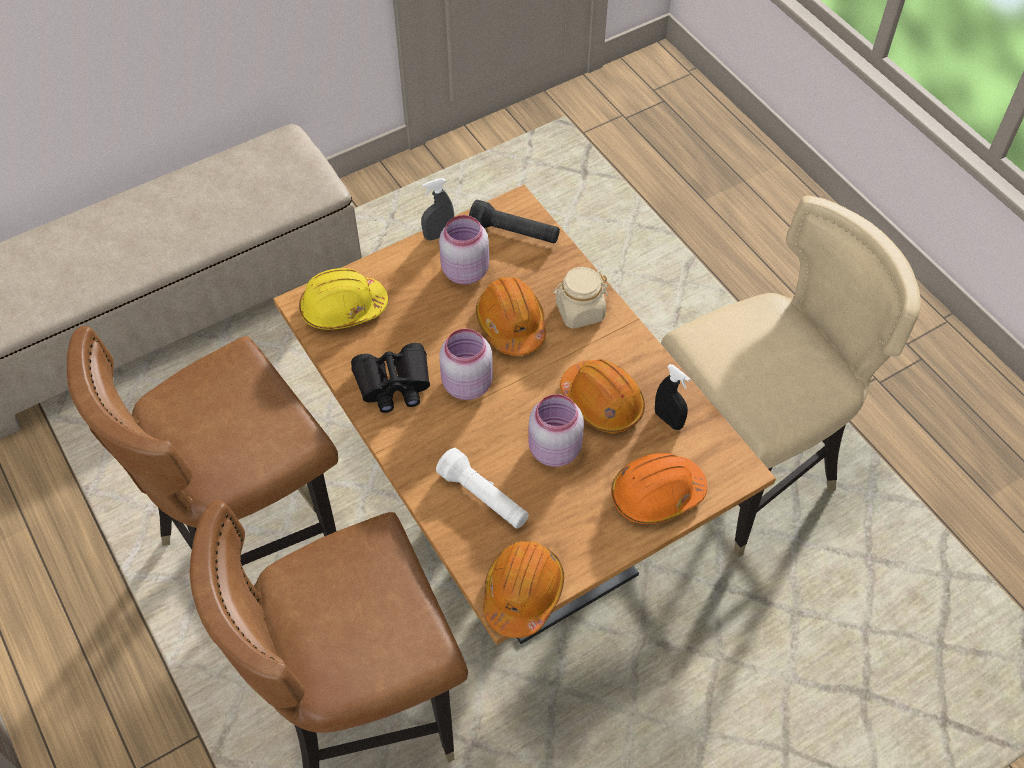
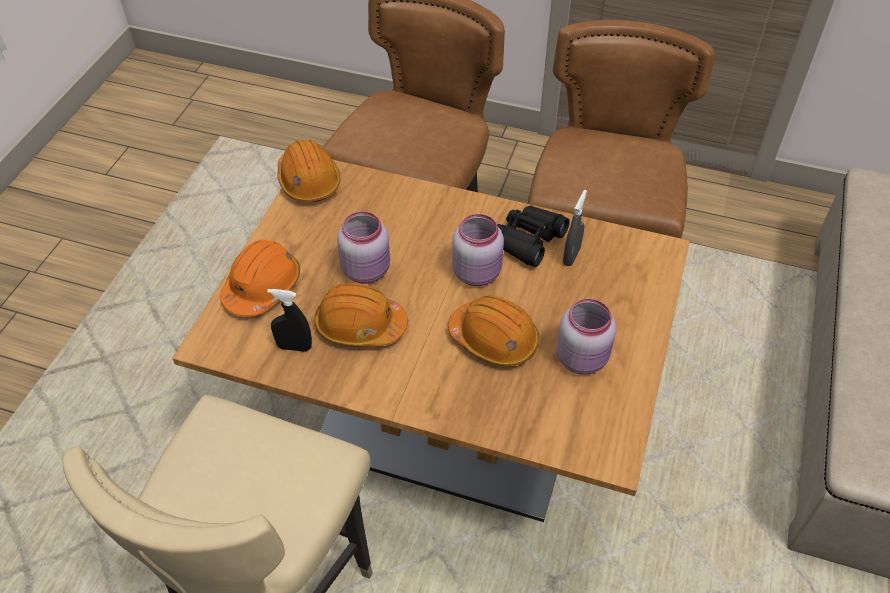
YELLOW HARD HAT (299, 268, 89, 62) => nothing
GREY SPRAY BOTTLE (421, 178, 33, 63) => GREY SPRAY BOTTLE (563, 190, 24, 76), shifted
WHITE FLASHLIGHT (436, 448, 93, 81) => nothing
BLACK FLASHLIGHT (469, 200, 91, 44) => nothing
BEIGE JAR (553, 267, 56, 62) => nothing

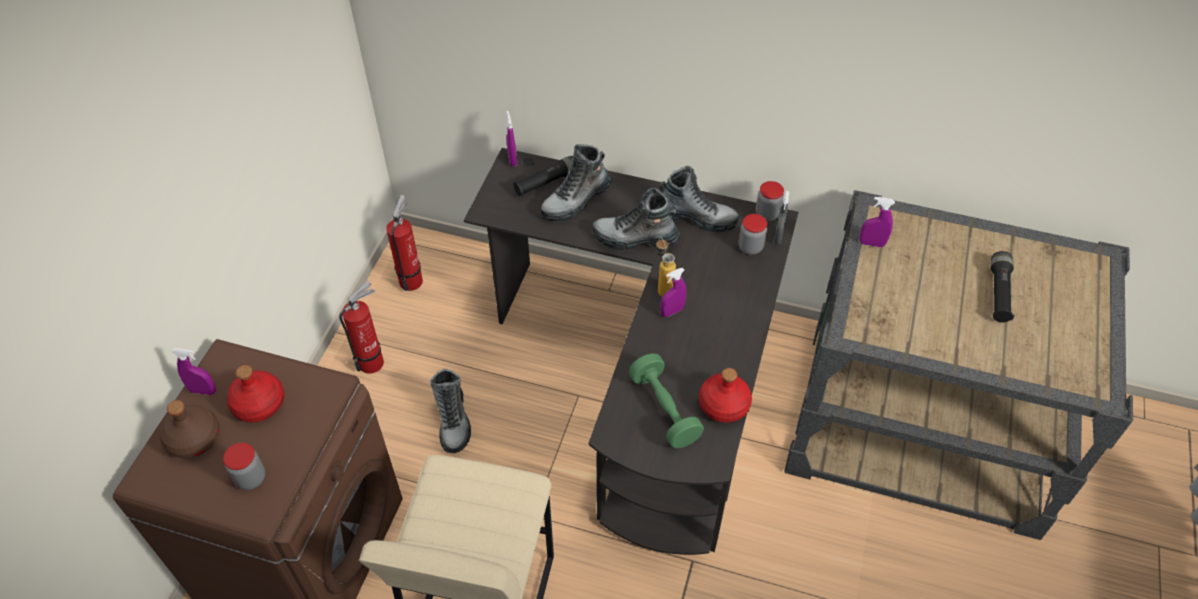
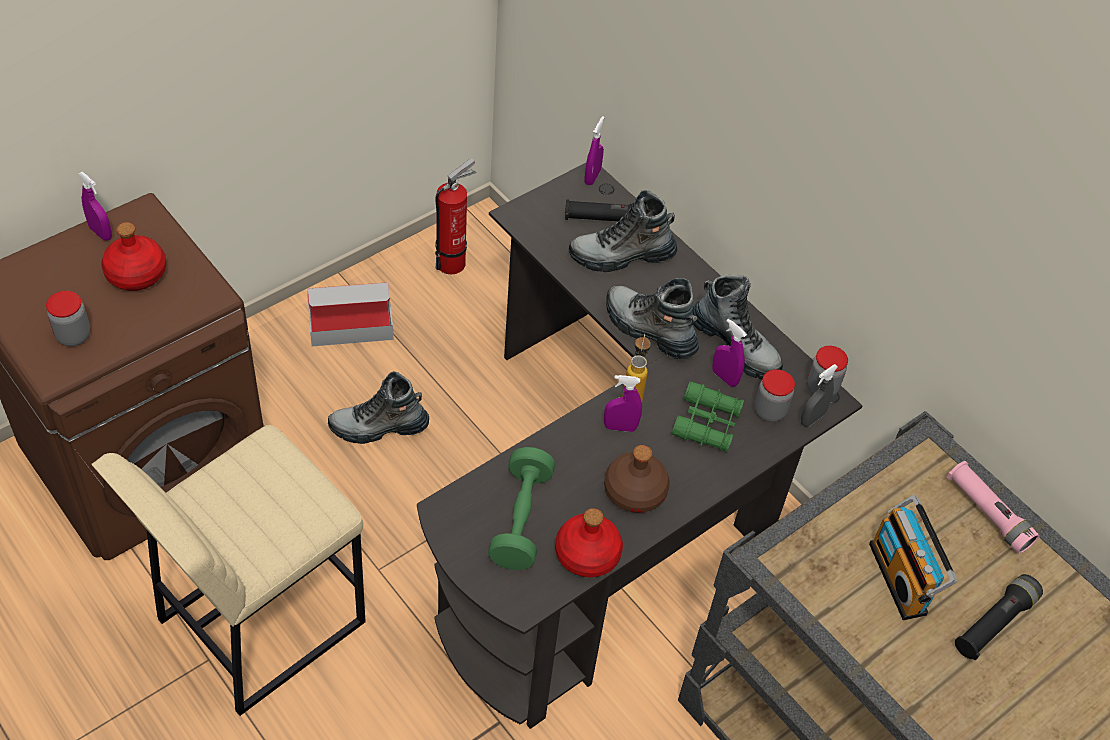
BROWN BOTTLE (160, 400, 60, 58) => BROWN BOTTLE (604, 445, 66, 68), shifted
FIRE EXTINGUISHER (339, 281, 45, 93) => CARDBOARD BOX (307, 282, 86, 64)
BOOT (430, 369, 41, 84) => BOOT (328, 371, 101, 73), 60 degrees clockwise
PURPLE SPRAY BOTTLE (860, 197, 35, 50) => PURPLE SPRAY BOTTLE (712, 319, 35, 68), shifted
nothing => GREEN BINOCULARS (672, 381, 72, 72)
nothing => RADIO (869, 495, 88, 125)
nothing => PINK FLASHLIGHT (947, 461, 93, 92)

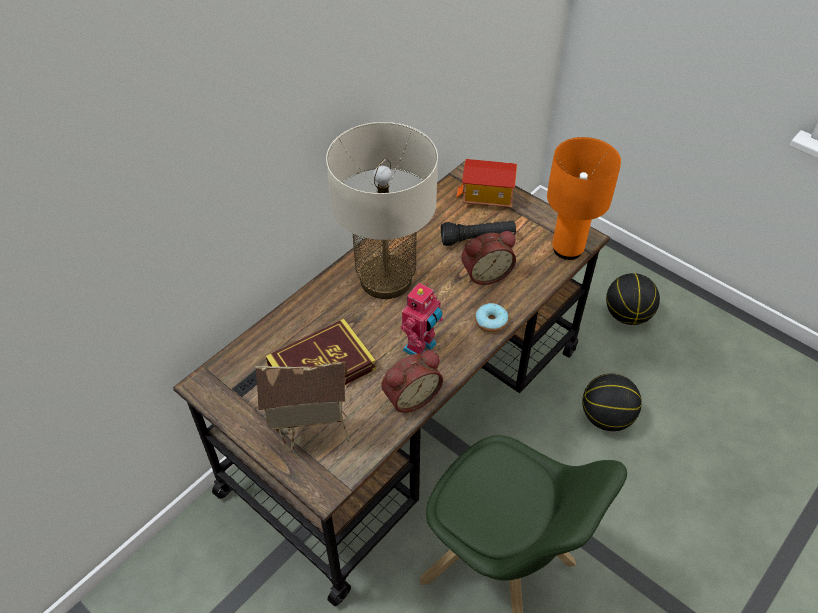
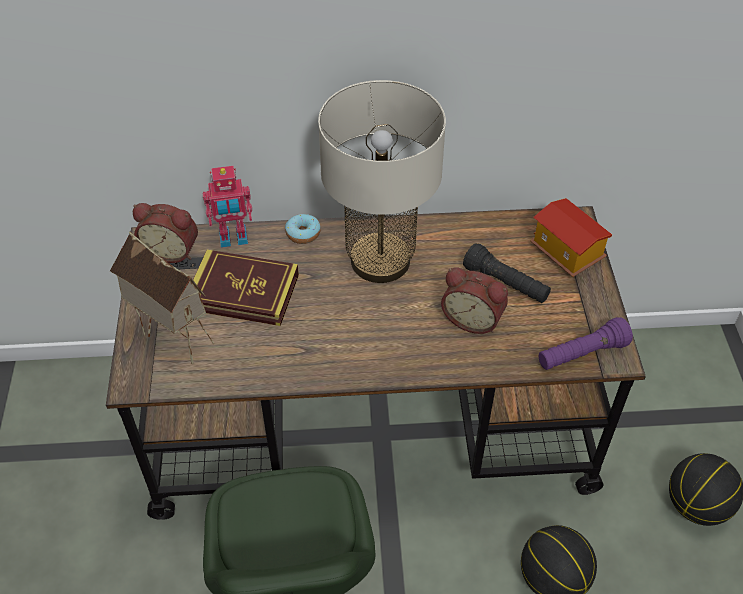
ALARM CLOCK (381, 350, 62, 63) => ALARM CLOCK (133, 203, 65, 60), shifted
TOY ROBOT (401, 283, 42, 72) => TOY ROBOT (203, 166, 49, 82), shifted
DONUT (475, 303, 33, 30) => DONUT (285, 214, 36, 30), shifted
ORANGE TABLE LAMP (547, 137, 74, 123) => PURPLE FLASHLIGHT (539, 317, 94, 53)

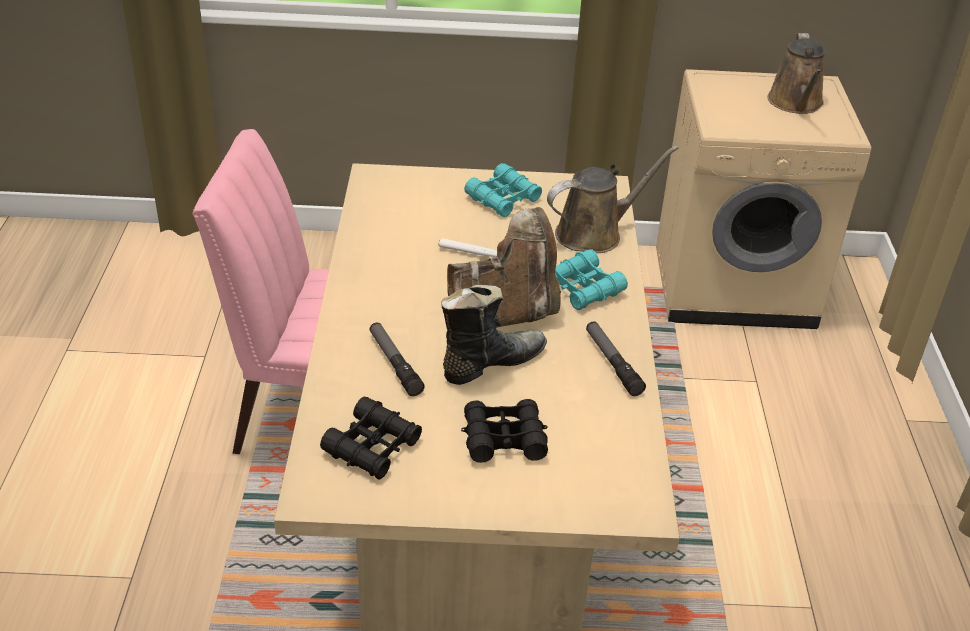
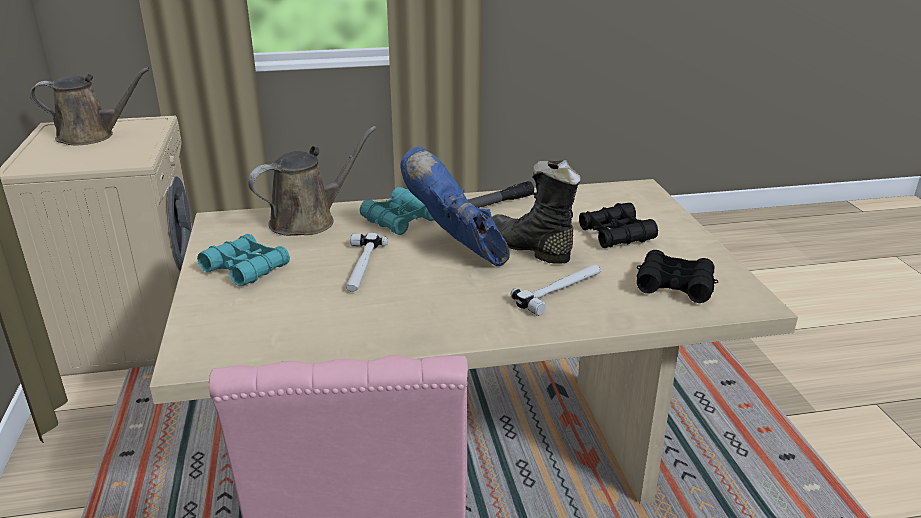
FLASHLIGHT (370, 323, 55, 73) => HAMMER (510, 265, 91, 51)
BROWN BOOT (447, 207, 114, 121) => BLUE BOOT (400, 147, 110, 119)
BROWN WATERING CAN (547, 145, 132, 108) => BROWN WATERING CAN (248, 126, 128, 110), 90 degrees clockwise

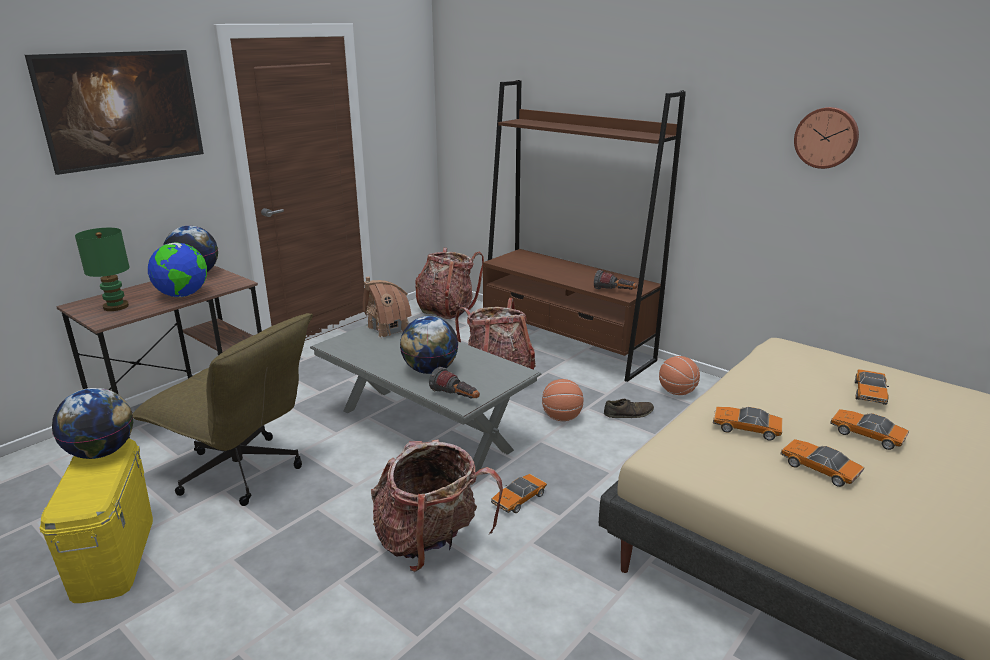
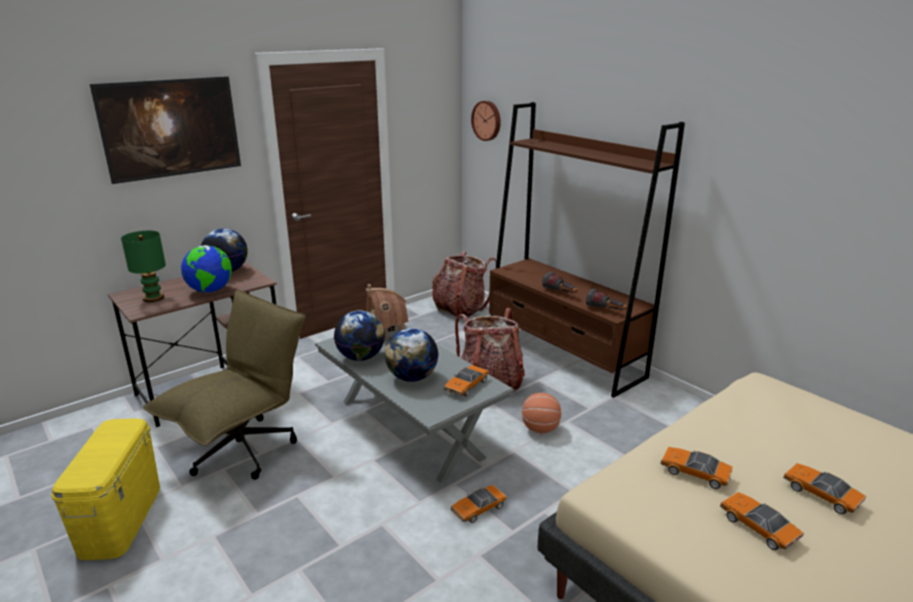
GLOBE (52, 388, 81, 71) => GLOBE (334, 310, 51, 51), shifted
BEIGE OFFICE CHAIR (132, 313, 181, 193) => BEIGE OFFICE CHAIR (143, 290, 163, 190), 90 degrees counterclockwise
BACKPACK (371, 439, 132, 133) => nothing
FLASHLIGHT (429, 367, 51, 31) => FLASHLIGHT (542, 272, 36, 21), shifted
BROWN SHOE (604, 399, 50, 19) => nothing
BASKETBALL (659, 356, 41, 39) => nothing
WALL CLOCK (794, 107, 65, 62) => WALL CLOCK (471, 101, 30, 40), shifted
TOY CAR (855, 369, 34, 36) => TOY CAR (444, 365, 45, 32), shifted

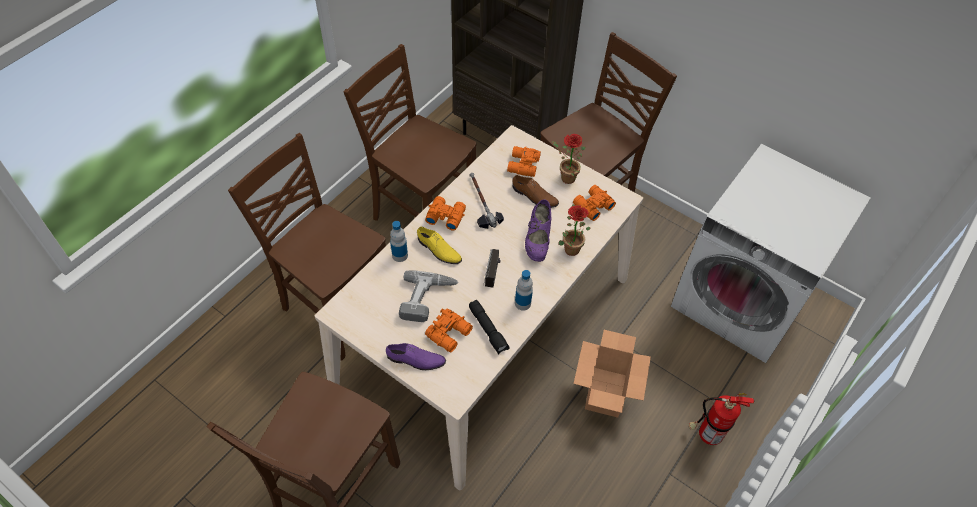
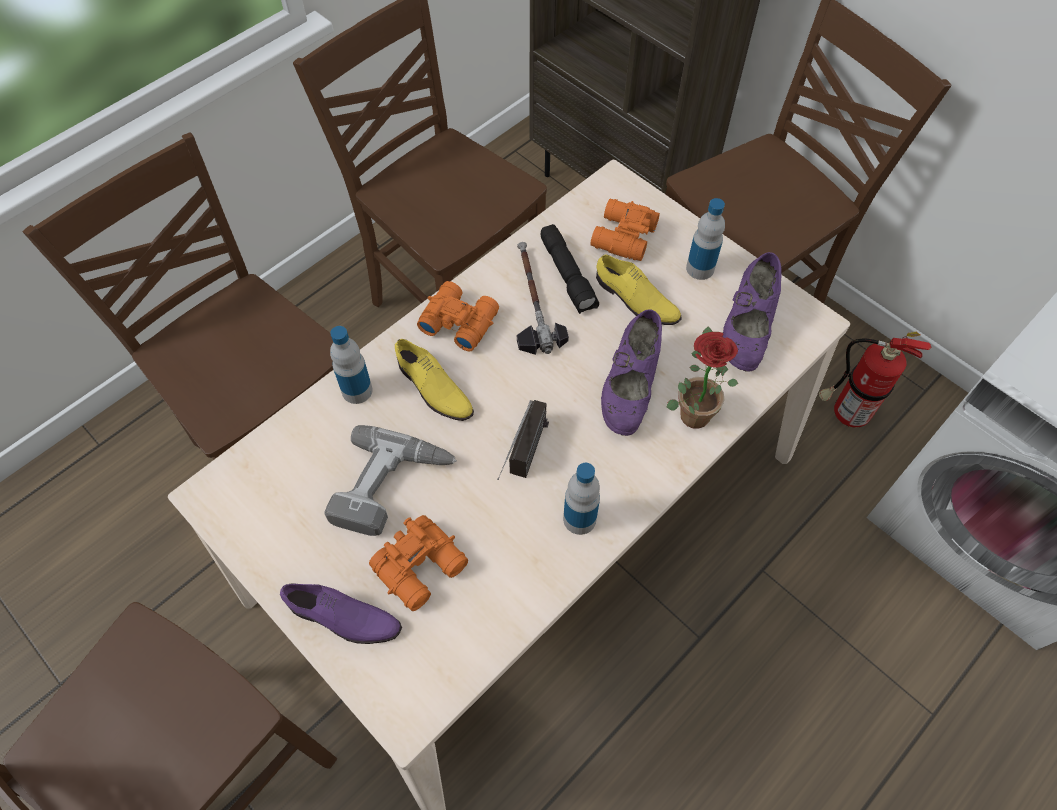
BLACK FLASHLIGHT (469, 300, 41, 54) => BLACK FLASHLIGHT (541, 224, 58, 90), shifted
BROWN SHOE (512, 175, 47, 33) => YELLOW SHOE (596, 254, 86, 71)
POTTED PLANT (552, 134, 34, 50) => BOTTLE (686, 198, 39, 82)
ORANGE BINOCULARS (573, 185, 43, 36) => PURPLE SHOE (722, 252, 60, 120)
CARDBOARD BOX (573, 330, 78, 88) => nothing
FIRE EXTINGUISHER (688, 393, 66, 52) => FIRE EXTINGUISHER (819, 332, 112, 96), shifted

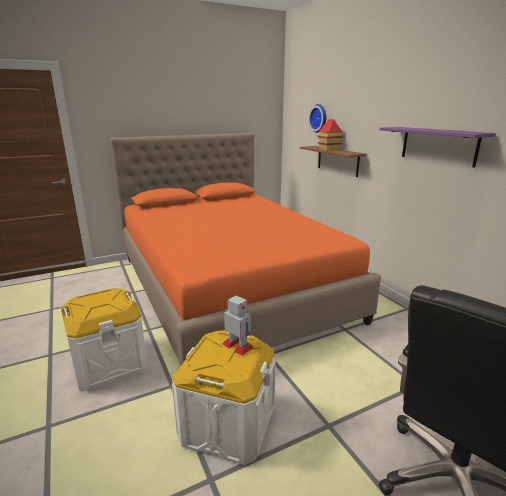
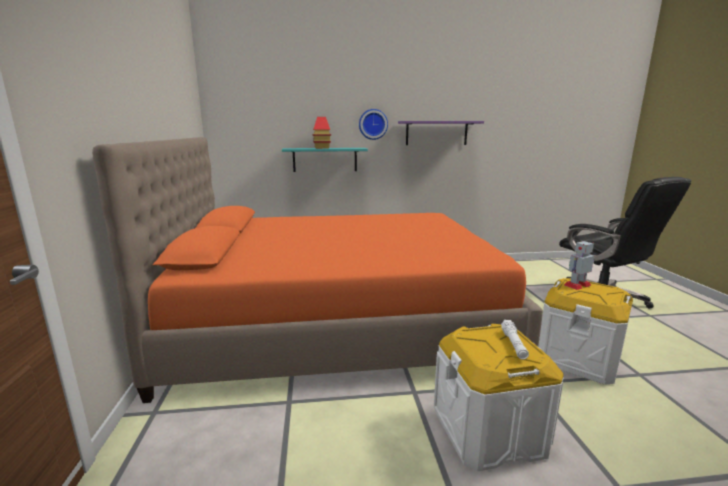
BROWN SHELF (300, 146, 67, 31) => TURQUOISE SHELF (282, 148, 86, 24)
WALL CLOCK (308, 104, 18, 29) => WALL CLOCK (359, 109, 29, 31), shifted
nothing => WHITE FLASHLIGHT (501, 320, 28, 39)

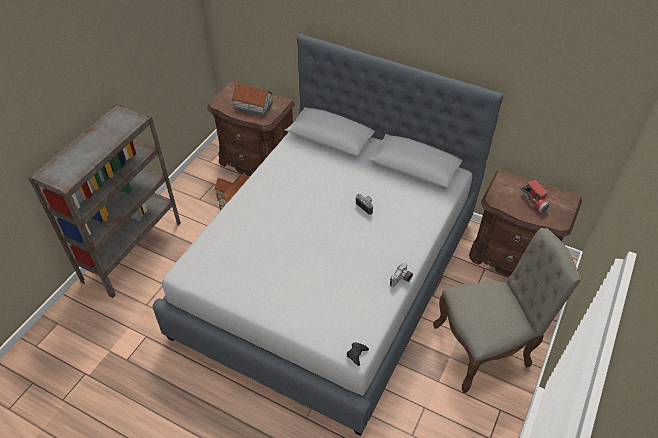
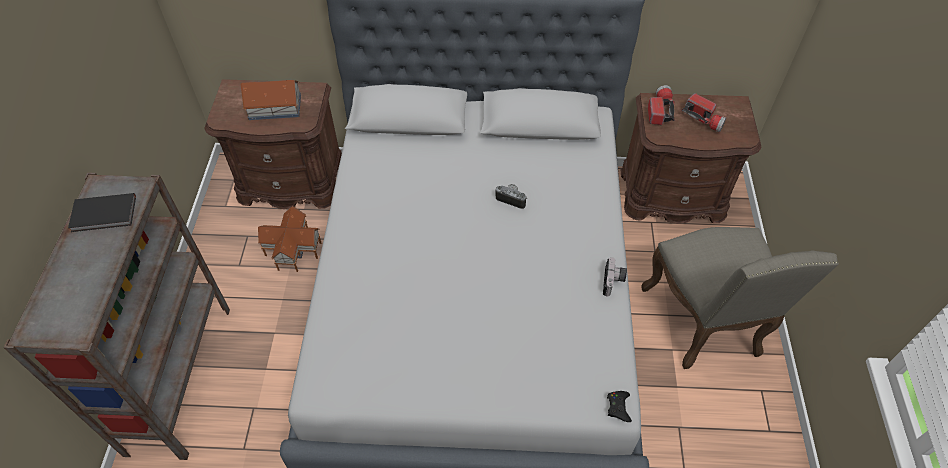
GREY CHAIR (433, 228, 149, 165) => GREY CHAIR (642, 227, 197, 142), 120 degrees clockwise
nothing => BLACK BOOK (68, 193, 68, 39)
nothing => FLASHLIGHT (648, 85, 27, 40)

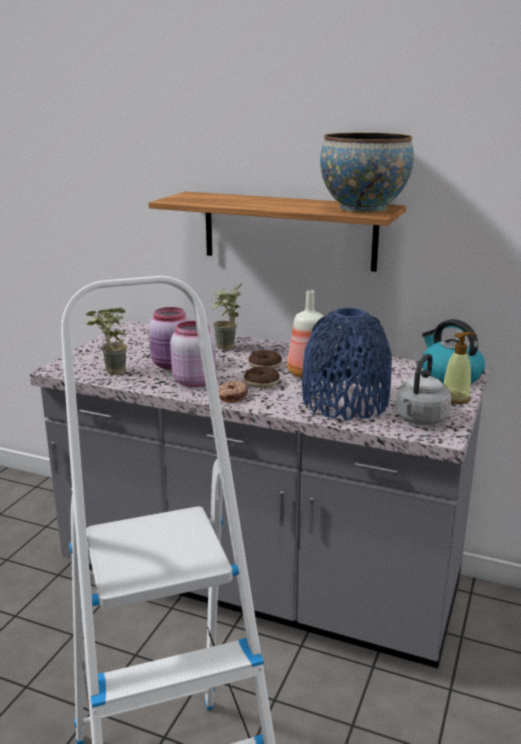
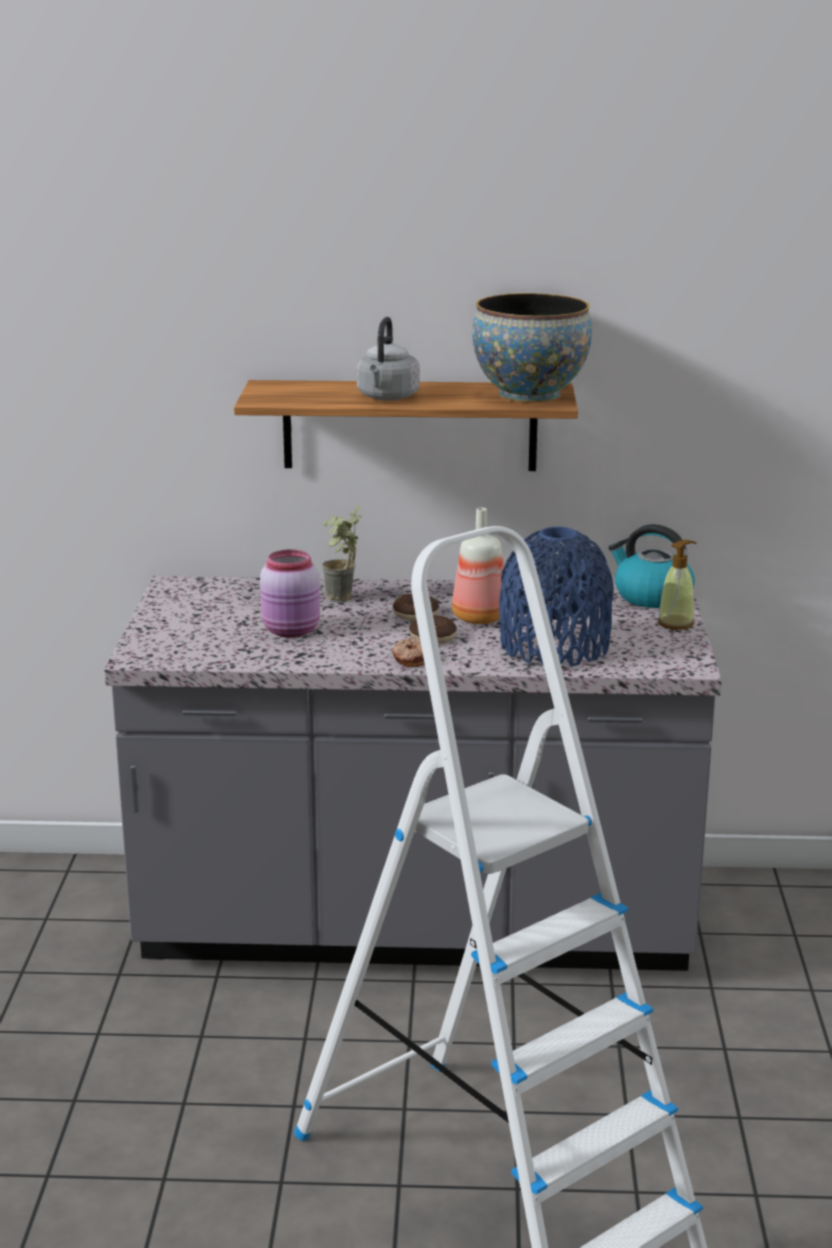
POTTED PLANT (86, 308, 41, 67) => nothing
PINK JAR (170, 321, 46, 66) => nothing
GREY KETTLE (395, 354, 57, 71) => GREY KETTLE (357, 317, 63, 84), shifted

